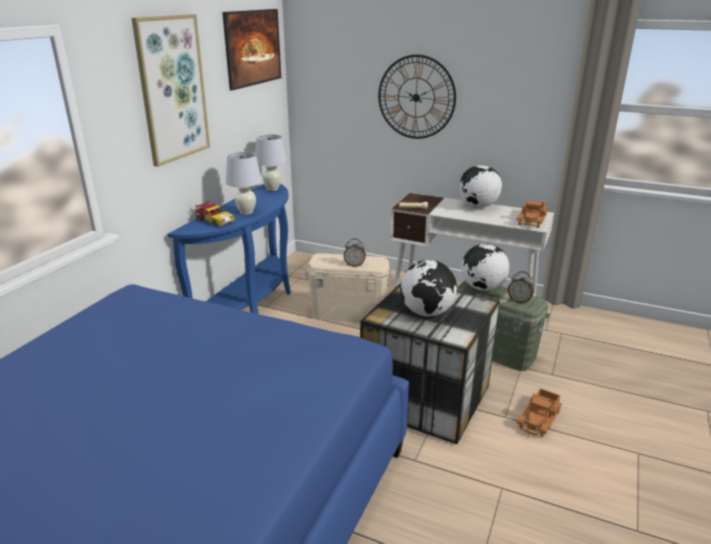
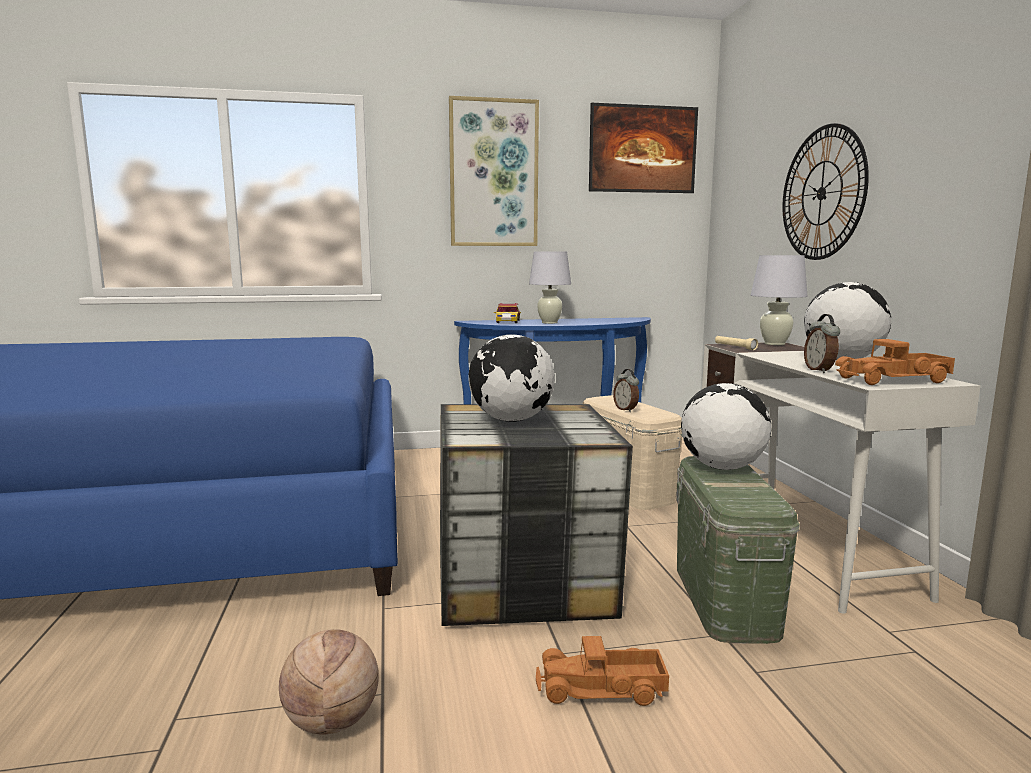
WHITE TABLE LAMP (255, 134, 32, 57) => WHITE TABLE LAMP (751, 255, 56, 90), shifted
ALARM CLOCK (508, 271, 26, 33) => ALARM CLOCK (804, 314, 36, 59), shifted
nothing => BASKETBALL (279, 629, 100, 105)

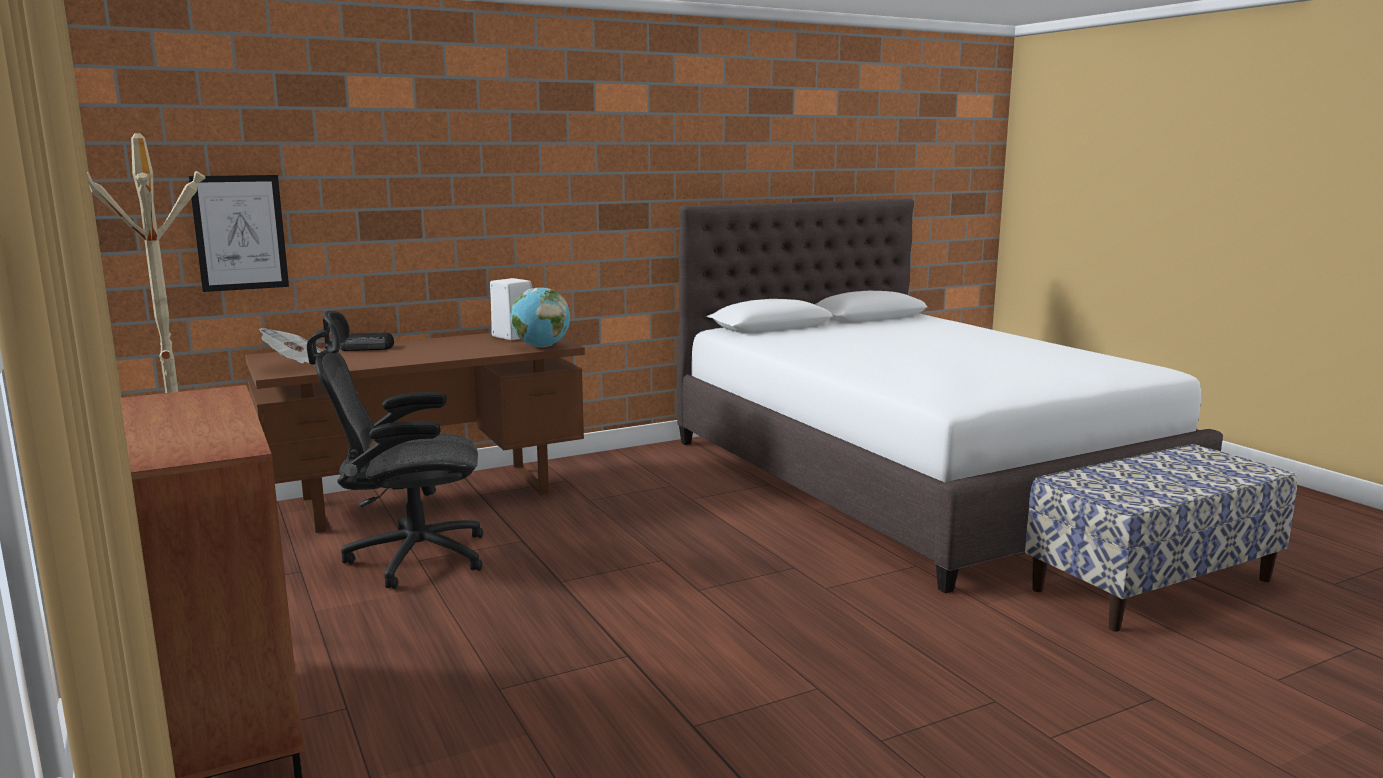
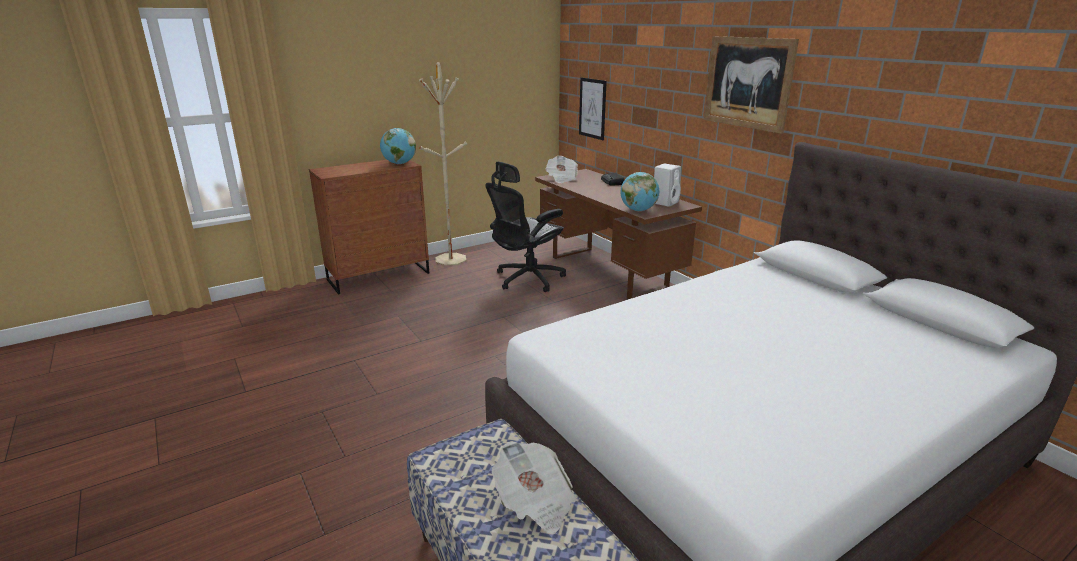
OFFICE CHAIR (307, 311, 176, 278) => OFFICE CHAIR (485, 162, 81, 130), 120 degrees counterclockwise
nothing => GLOBE (380, 128, 36, 36)
nothing => NEWSPAPER (492, 441, 85, 93)
nothing => PICTURE (703, 36, 96, 98)

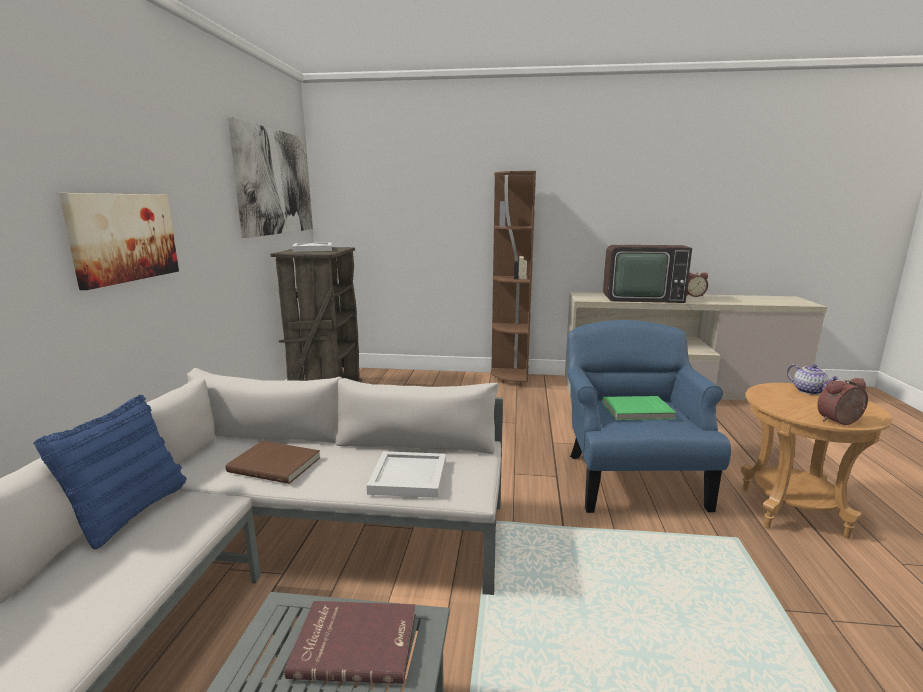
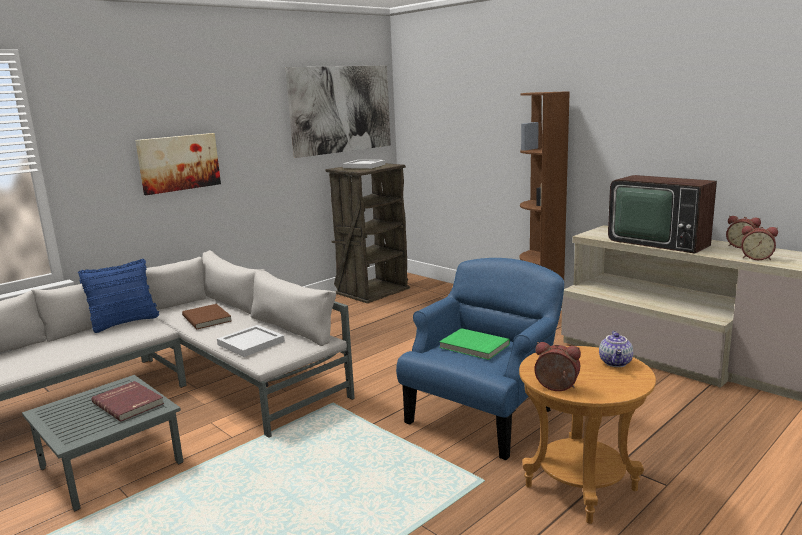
nothing => ALARM CLOCK (741, 226, 37, 34)

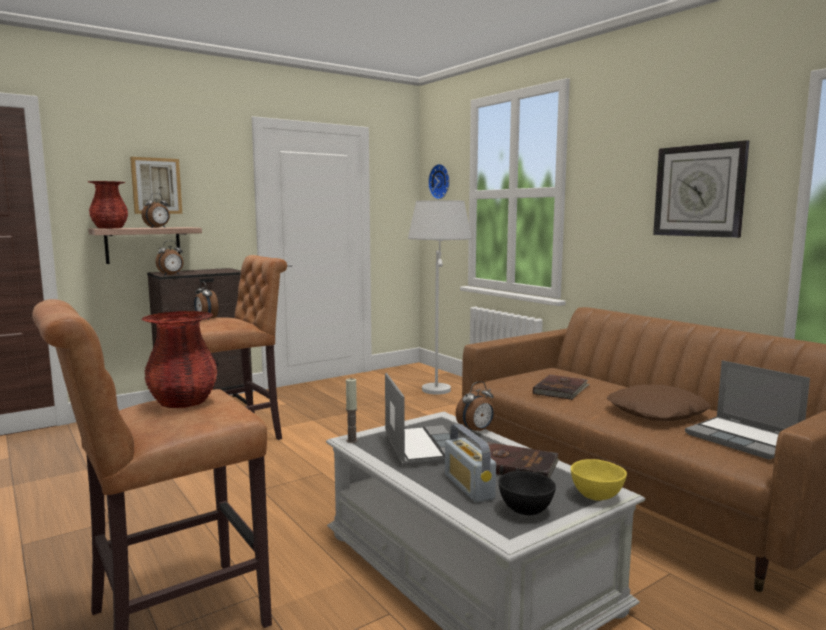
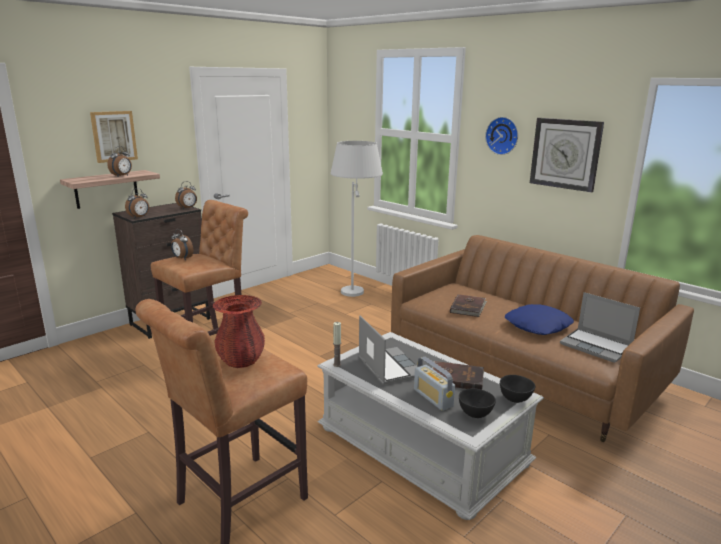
RED VASE (88, 181, 40, 47) => nothing
WALL CLOCK (428, 164, 22, 35) => WALL CLOCK (485, 117, 33, 38), shifted
ALARM CLOCK (455, 381, 40, 50) => ALARM CLOCK (175, 181, 22, 28), shifted
YELLOW BOWL (571, 459, 56, 42) => BLACK BOWL (500, 375, 36, 28)
BROWN PILLOW (607, 385, 104, 36) => BLUE PILLOW (505, 304, 69, 31)

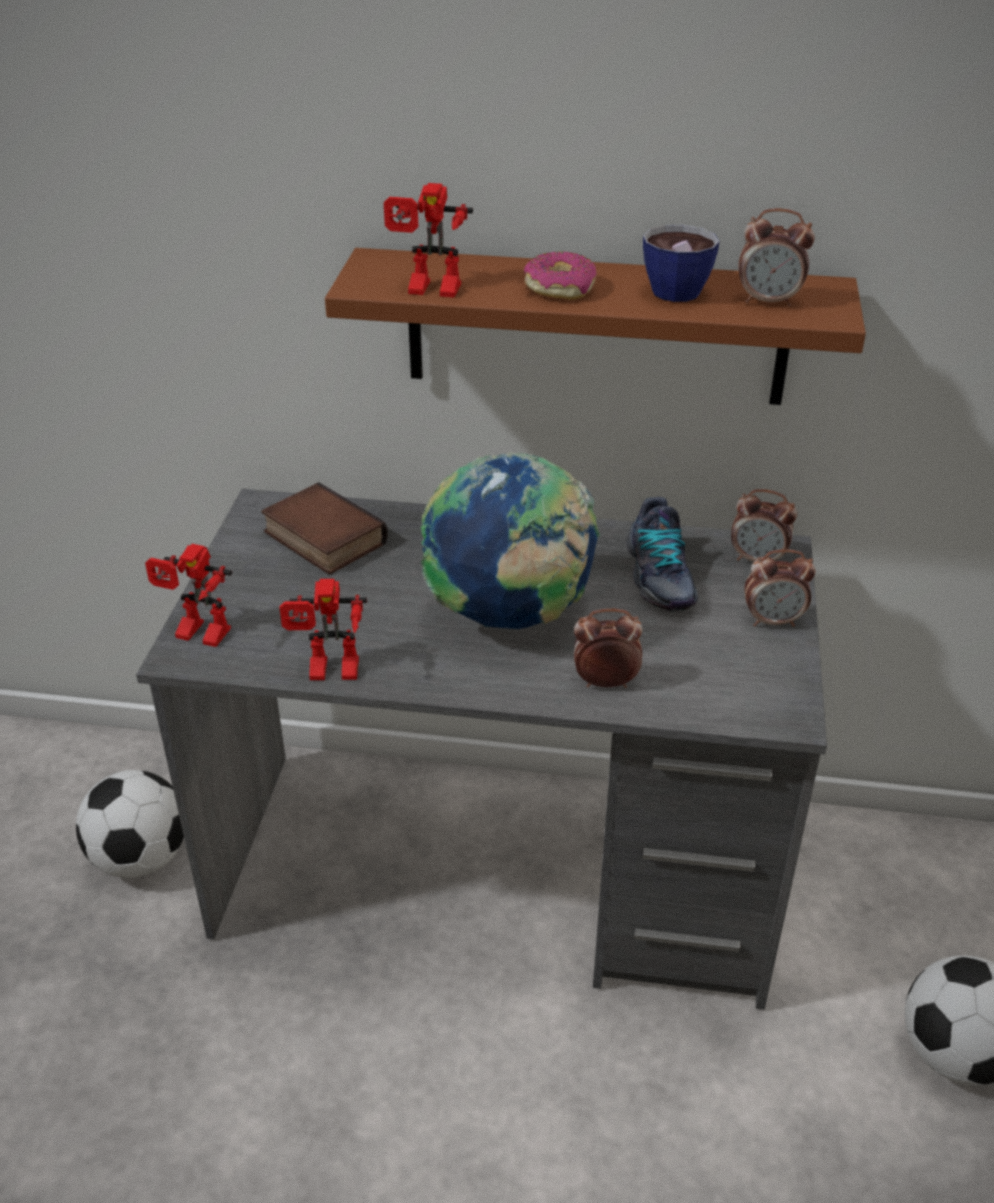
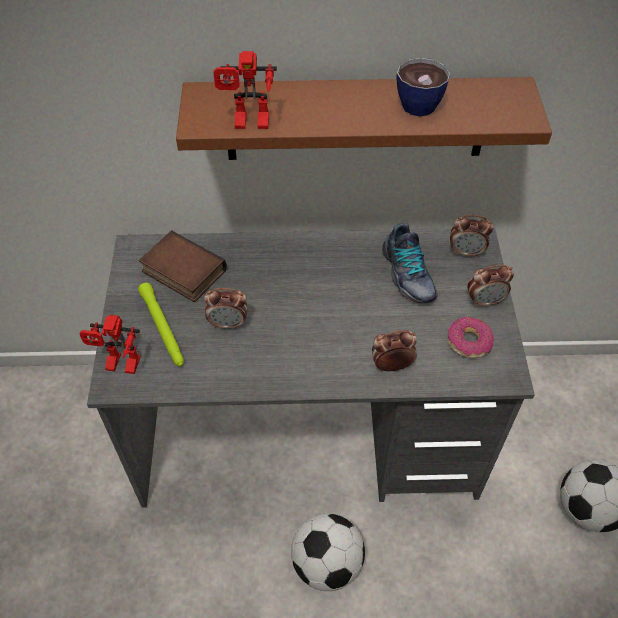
FOOTBALL (76, 770, 108, 108) => FOOTBALL (291, 514, 74, 77), shifted
TOY ROBOT (280, 579, 87, 101) => nothing
GLOBE (421, 452, 179, 177) => nothing
DONUT (524, 251, 73, 49) => DONUT (447, 317, 47, 41), shifted
ALARM CLOCK (738, 208, 77, 99) => ALARM CLOCK (204, 288, 43, 41), shifted
nothing => GREEN FLASHLIGHT (138, 283, 46, 83)

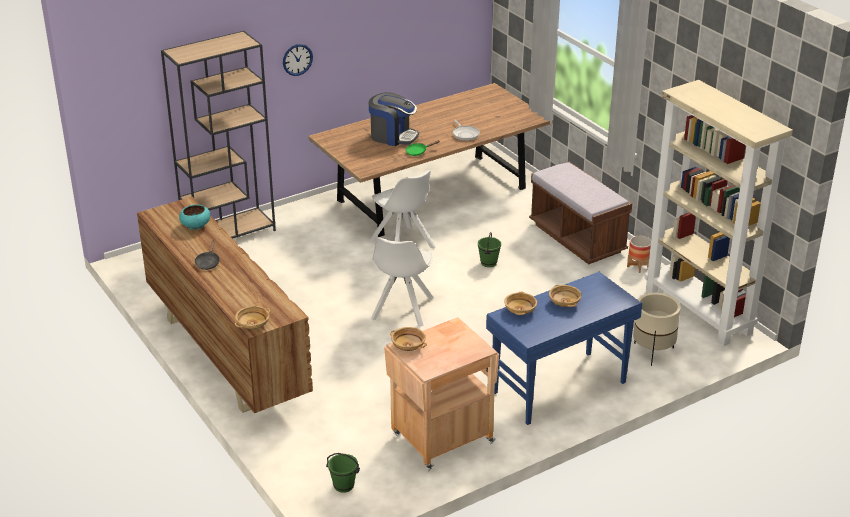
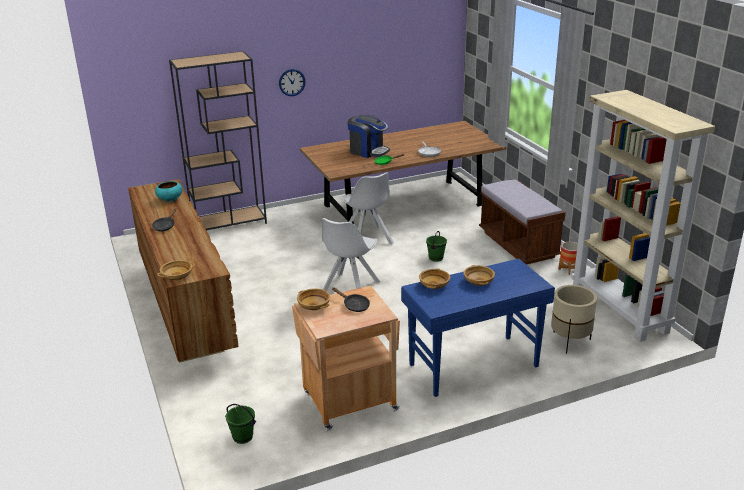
nothing => BLACK FRYING PAN (332, 288, 38, 24)

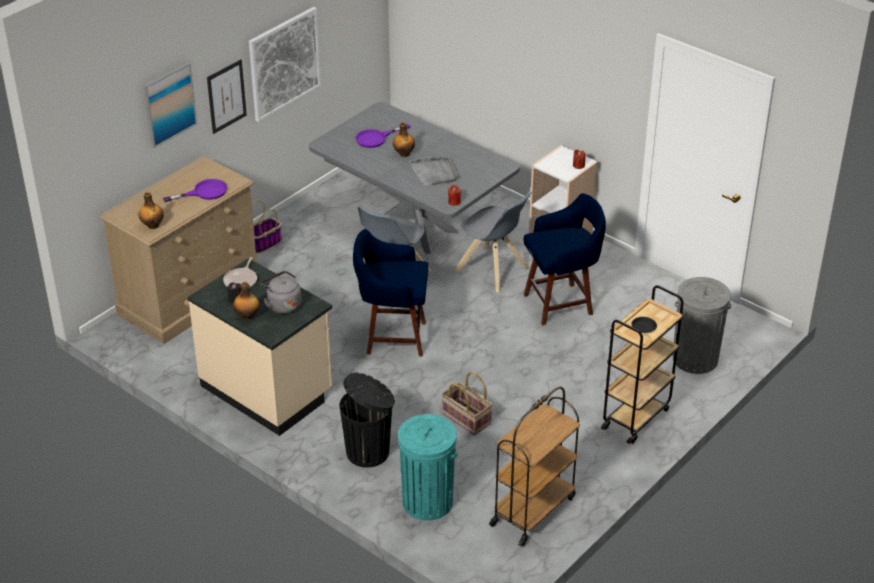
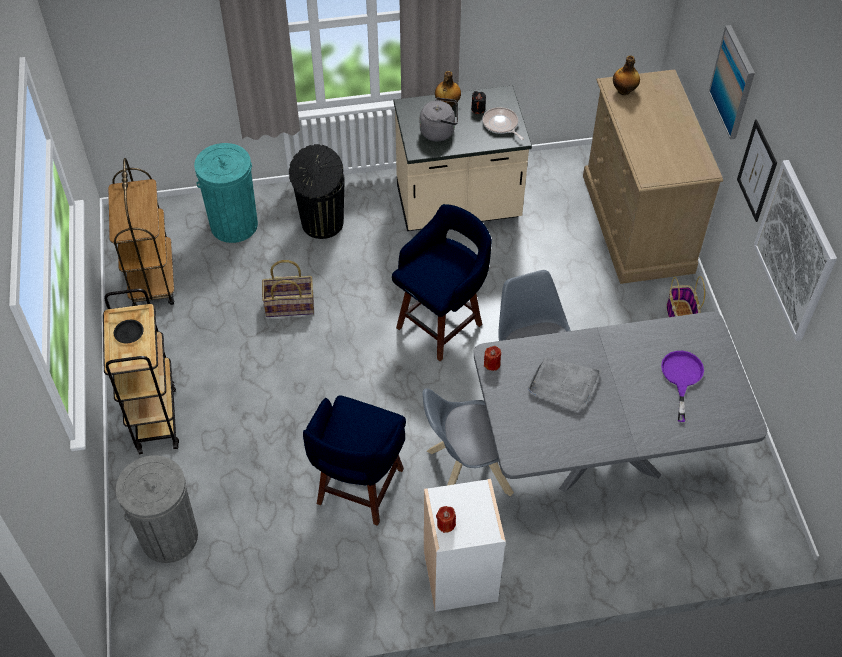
PURPLE FRYING PAN (163, 179, 64, 23) => nothing
BOTTLE (393, 122, 22, 35) => nothing

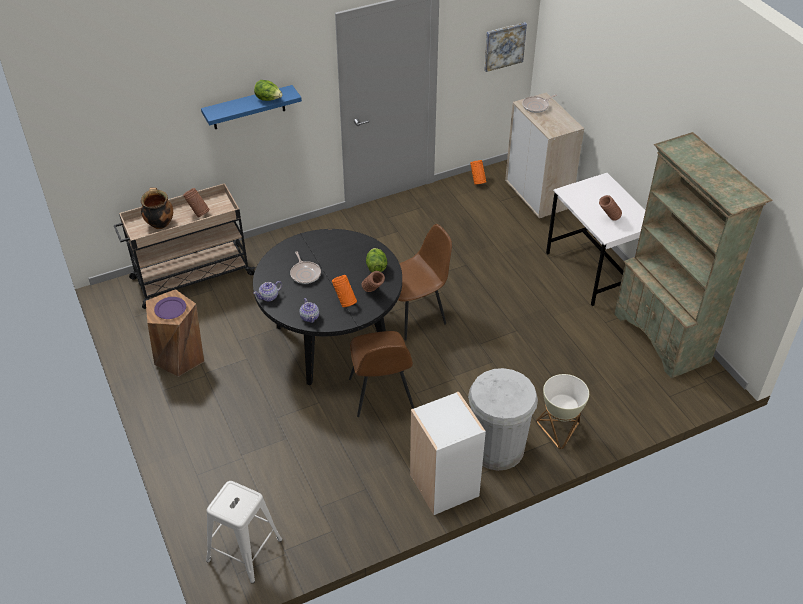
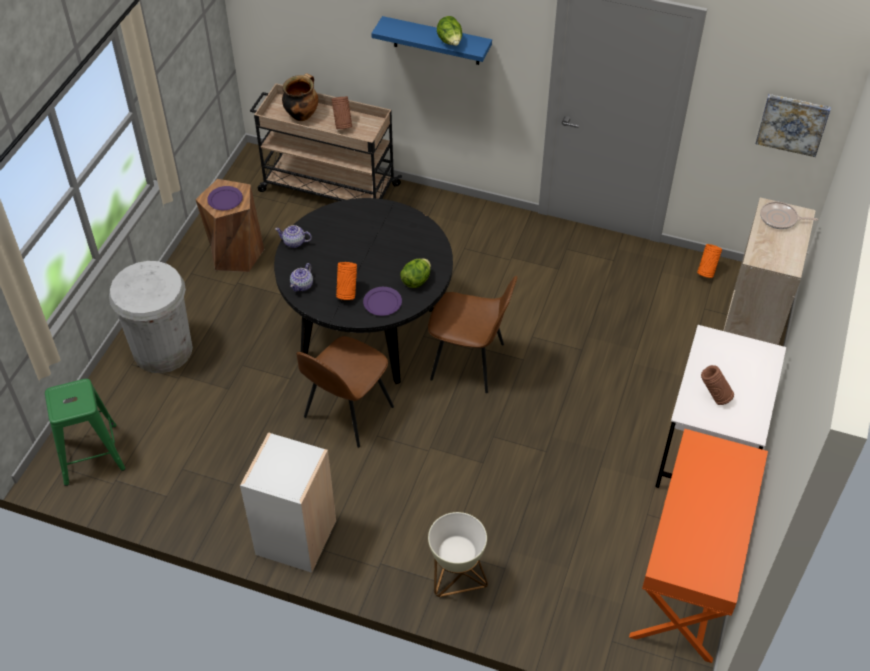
WHITE STOOL (206, 481, 76, 102) => GREEN STOOL (45, 379, 81, 107)
FRYING PAN (290, 251, 31, 33) => nothing
BROWN VASE (362, 271, 23, 21) => PURPLE PLATE (363, 287, 39, 29)
WHITE TRASH CAN (468, 368, 70, 103) => WHITE TRASH CAN (109, 261, 84, 112), shifted
GREEN BOOKCASE (614, 132, 159, 247) => ORANGE CONSOLE TABLE (629, 429, 139, 234)

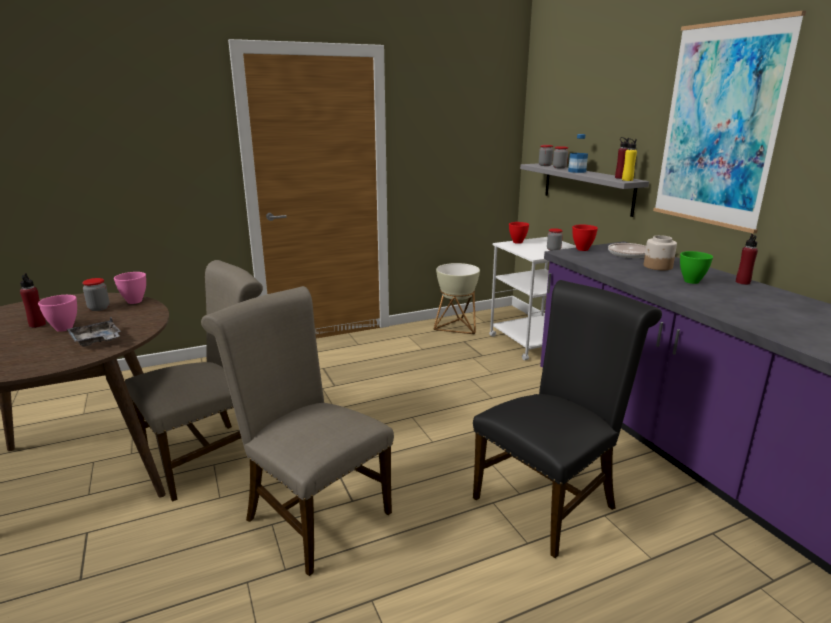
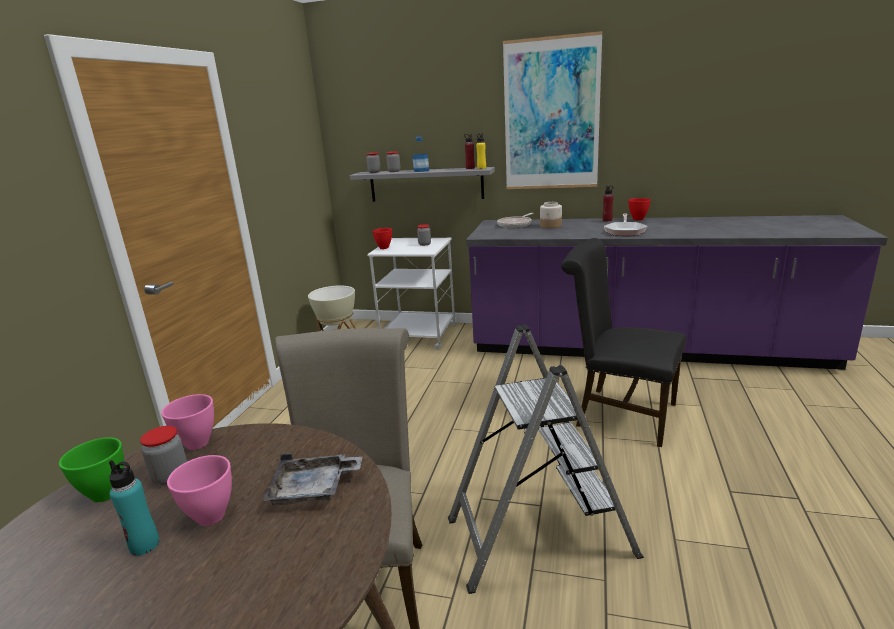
RED BOTTLE (20, 273, 26, 55) => TURQUOISE BOTTLE (109, 460, 51, 96)
BEIGE CHAIR (201, 286, 193, 290) => GREY STEP LADDER (448, 324, 196, 270)
BLACK CHAIR (473, 280, 189, 278) => BLACK CHAIR (561, 238, 126, 209), 60 degrees counterclockwise
RED BOWL (572, 224, 26, 27) => RED BOWL (628, 198, 23, 22), shifted
GREEN BOWL (680, 251, 33, 33) => GREEN BOWL (59, 437, 65, 65), shifted
nothing => FRYING PAN (604, 213, 43, 23)

